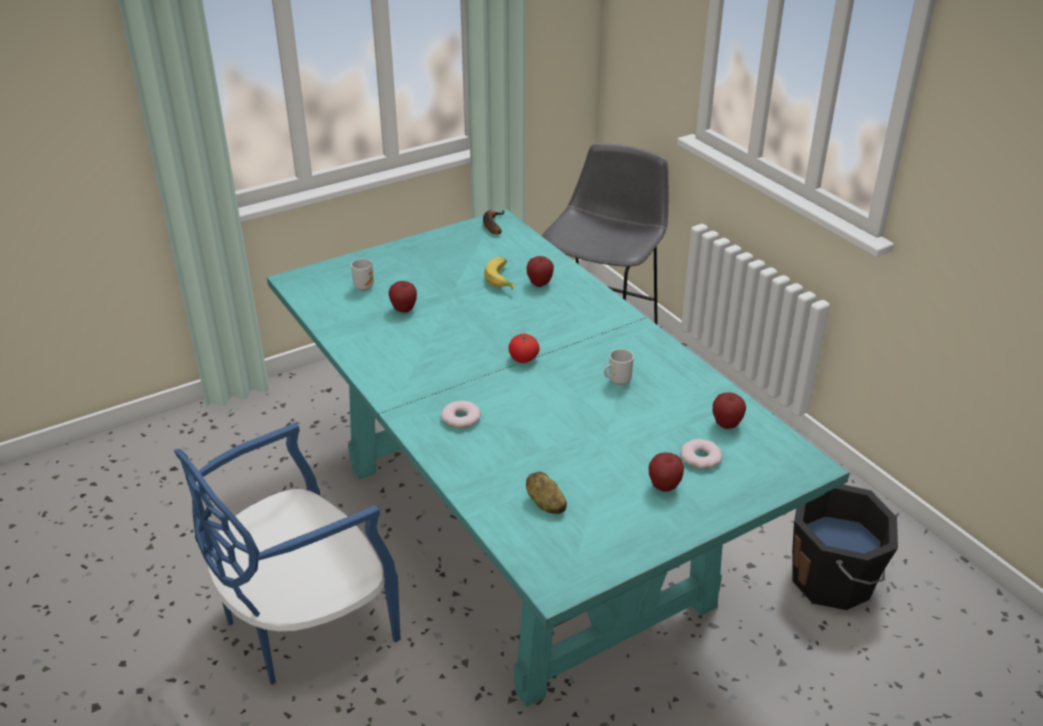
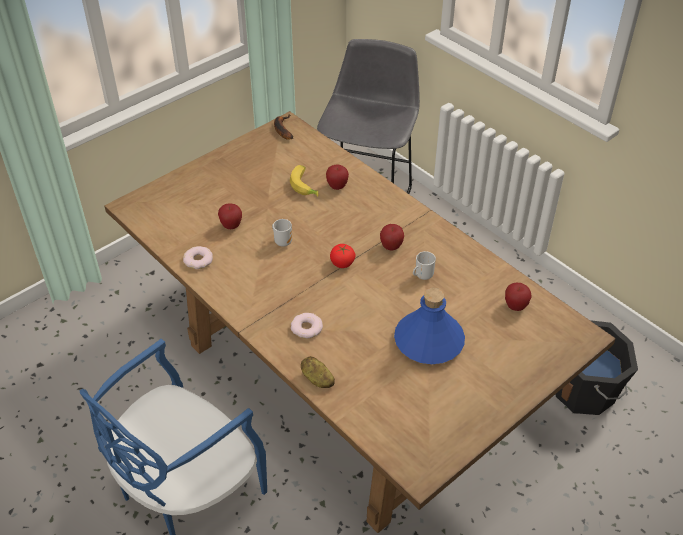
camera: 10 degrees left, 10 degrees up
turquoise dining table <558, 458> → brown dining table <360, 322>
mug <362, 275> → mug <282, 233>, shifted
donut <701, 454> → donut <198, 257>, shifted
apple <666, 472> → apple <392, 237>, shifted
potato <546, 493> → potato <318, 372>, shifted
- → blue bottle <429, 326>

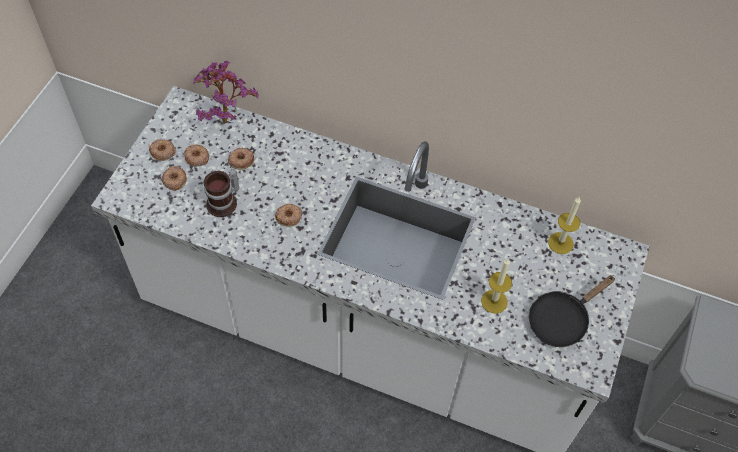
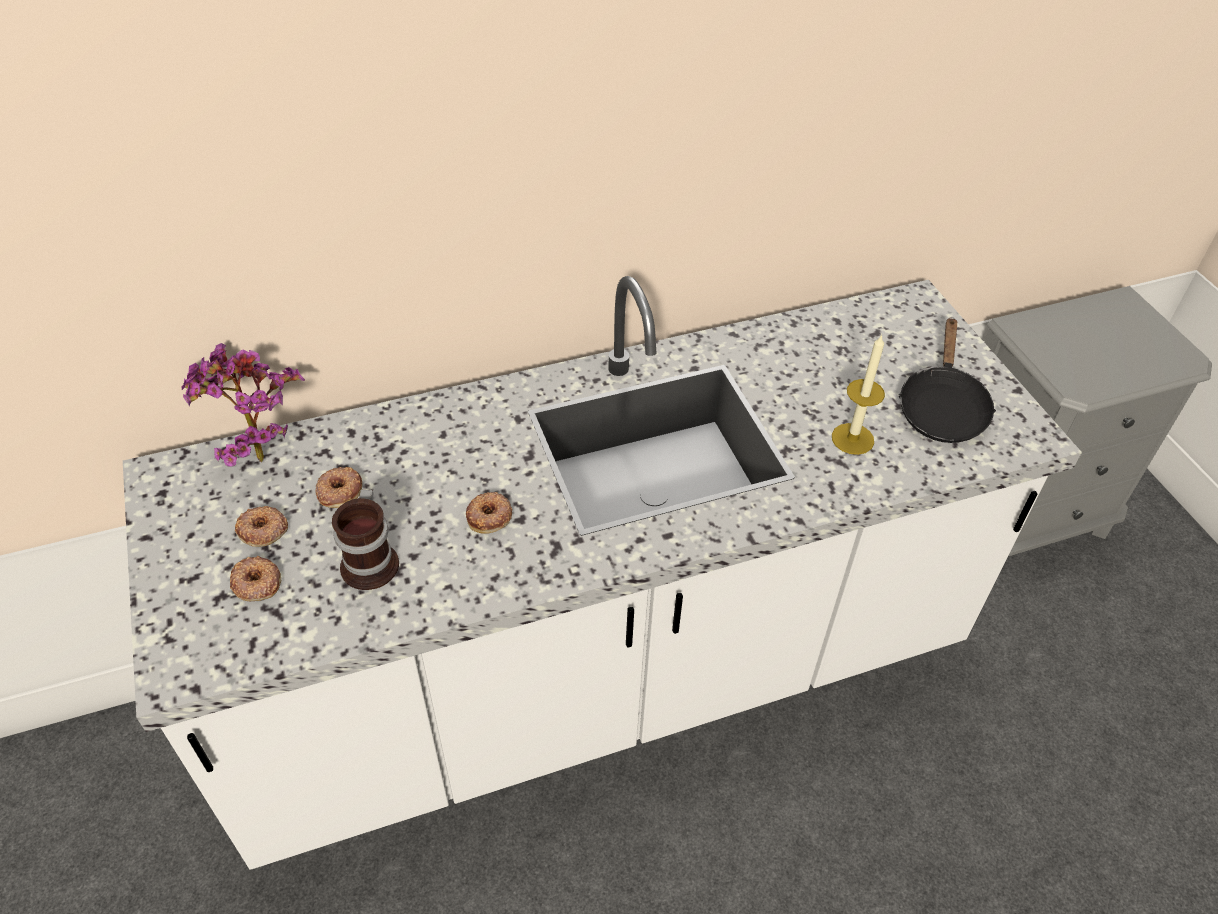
camera: 40 degrees left, 10 degrees down
donut <162, 150> → -
candle <564, 225> → -

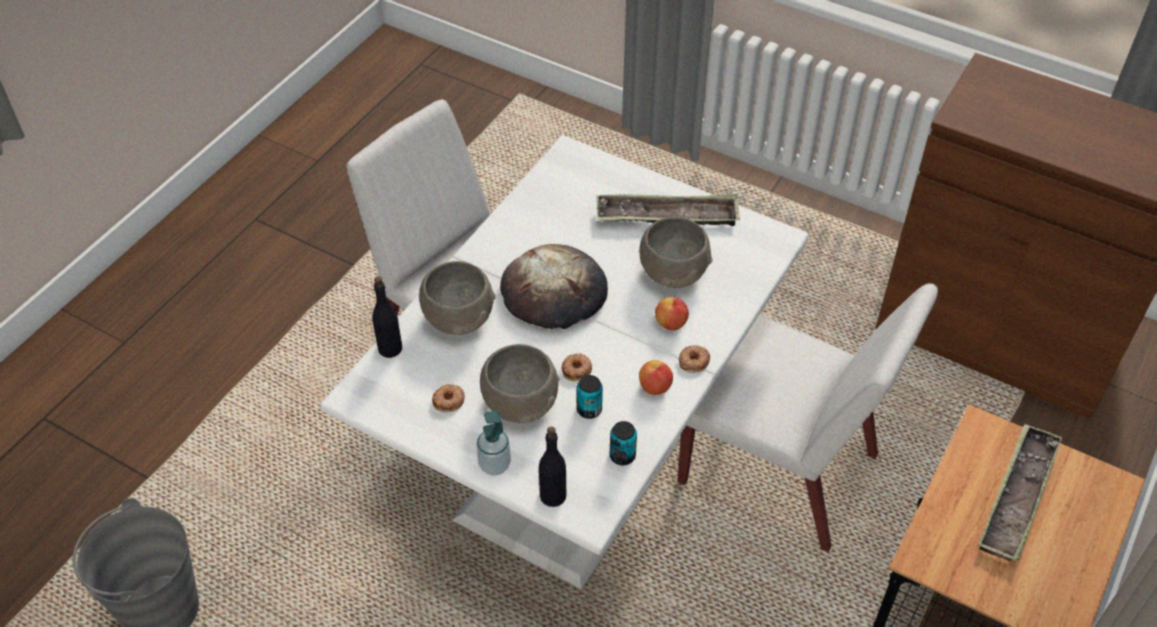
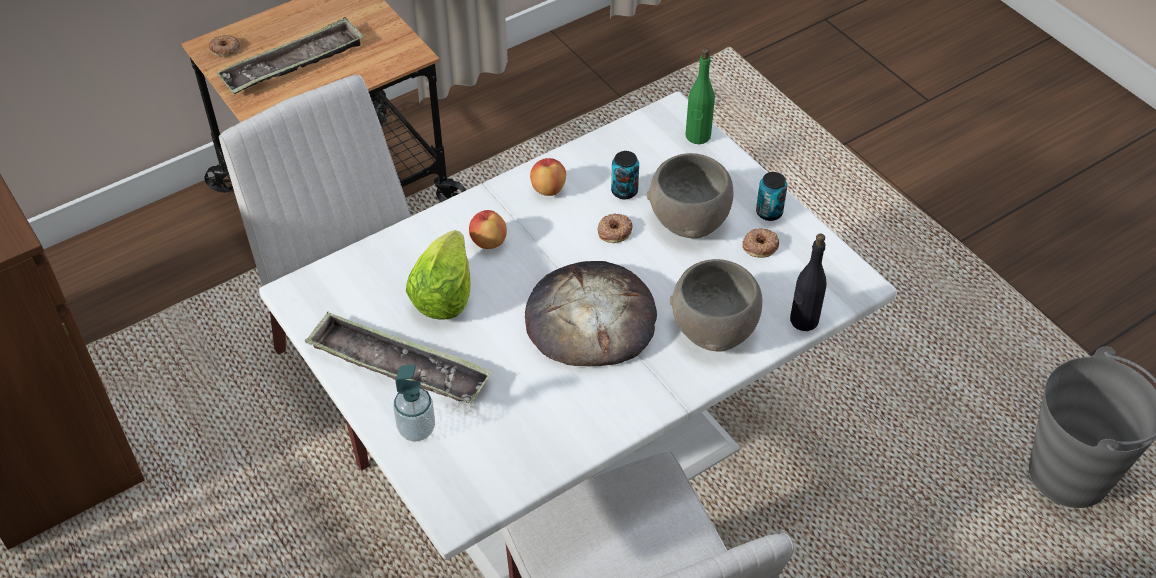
camera: 155 degrees left, 0 degrees up
grey bowl <676, 252> → lettuce <438, 275>
donut <694, 359> → donut <225, 46>, shifted
soap dispenser <493, 443> → soap dispenser <414, 402>, shifted
can <623, 443> → can <771, 196>, shifted
black bottle <552, 467> → green bottle <700, 96>

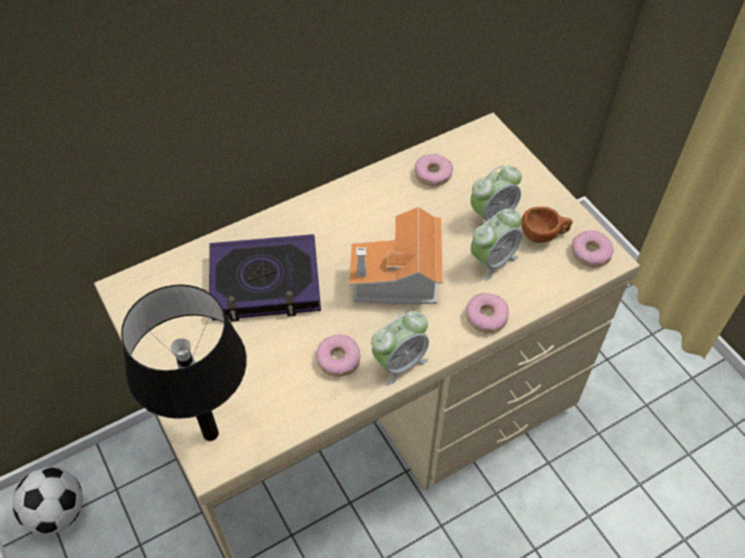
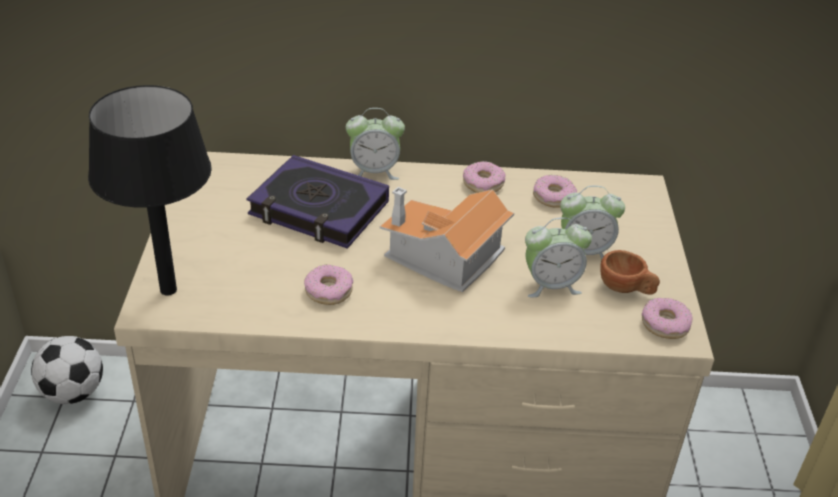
camera: 30 degrees right, 15 degrees down
donut <487, 313> → donut <484, 177>, shifted
alarm clock <400, 348> → alarm clock <375, 144>, shifted

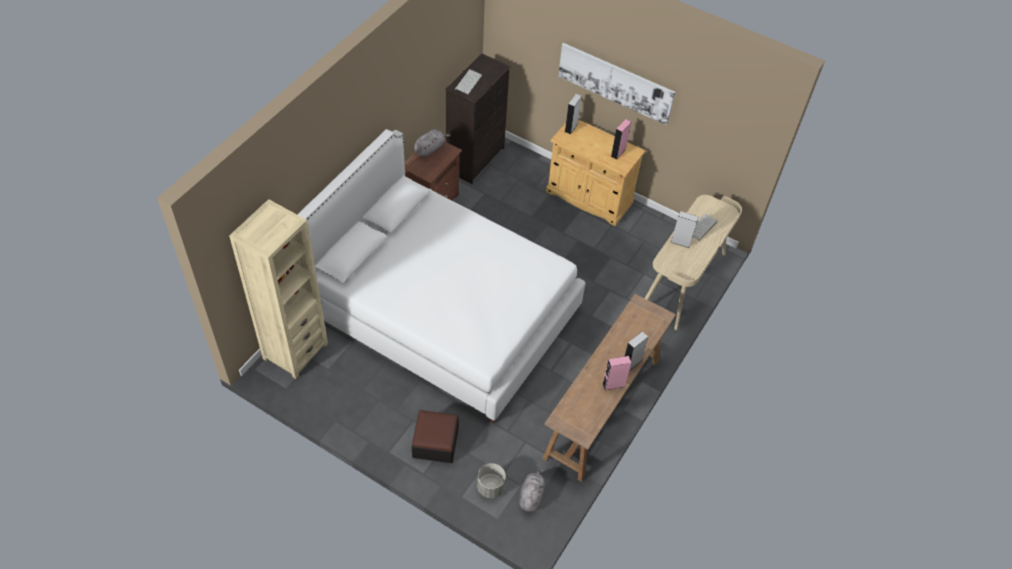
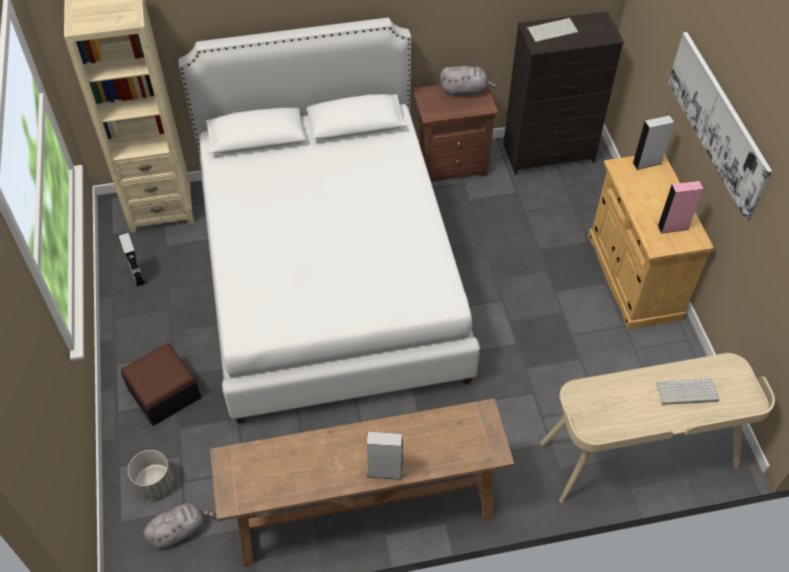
camera: 50 degrees right, 0 degrees up
grey speaker <684, 229> → grey speaker <132, 260>, shifted
pink speaker <616, 373> → -

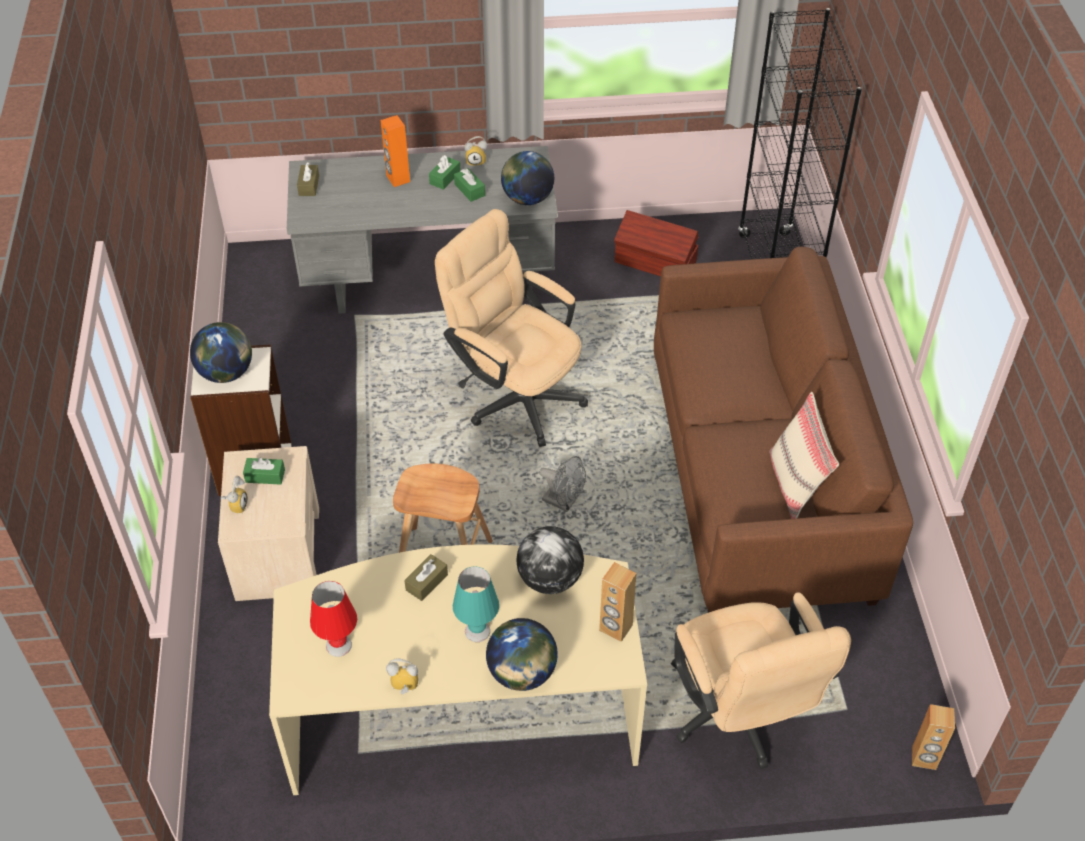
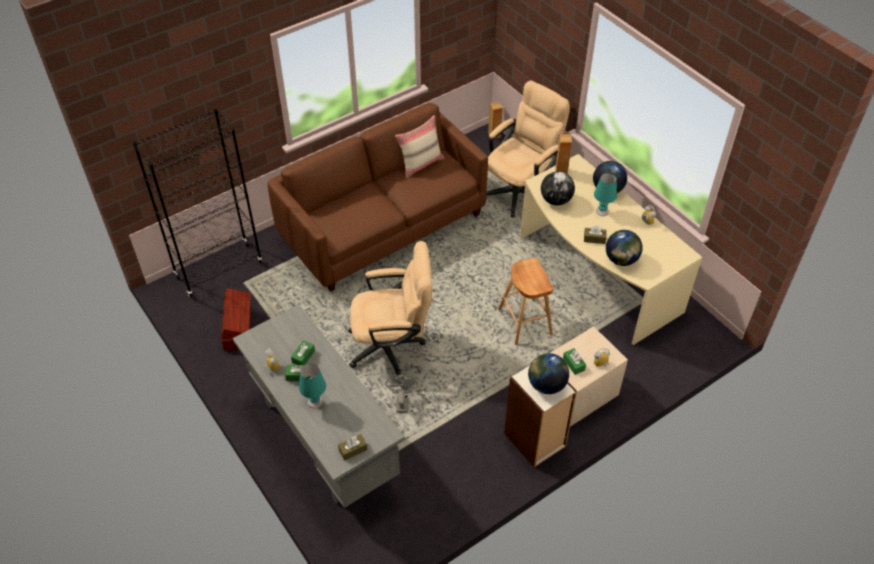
camera: 120 degrees left, 0 degrees up
orange speaker <395, 151> → turquoise table lamp <312, 385>
globe <527, 178> → globe <624, 248>, shifted
beige office chair <511, 328> → beige office chair <390, 308>, 105 degrees counterclockwise
grey fan <562, 484> → grey fan <401, 393>, shifted
red table lamp <333, 619> → -

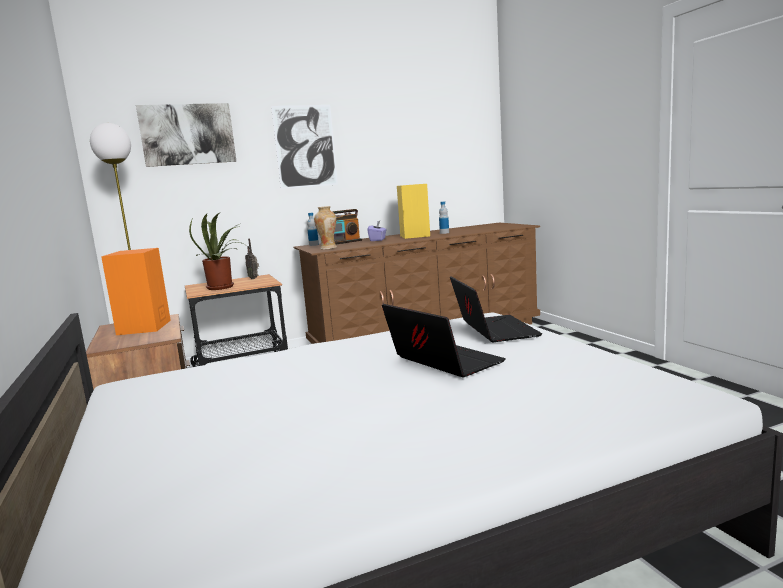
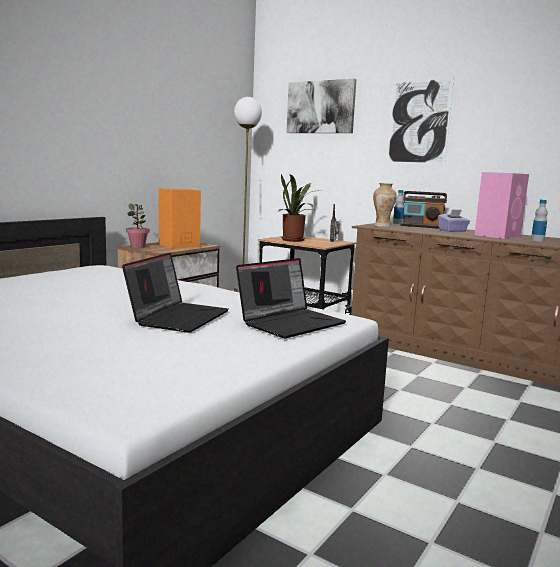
camera: 55 degrees right, 0 degrees up
yellow speaker <413, 211> → pink speaker <501, 205>
- → potted plant <138, 225>

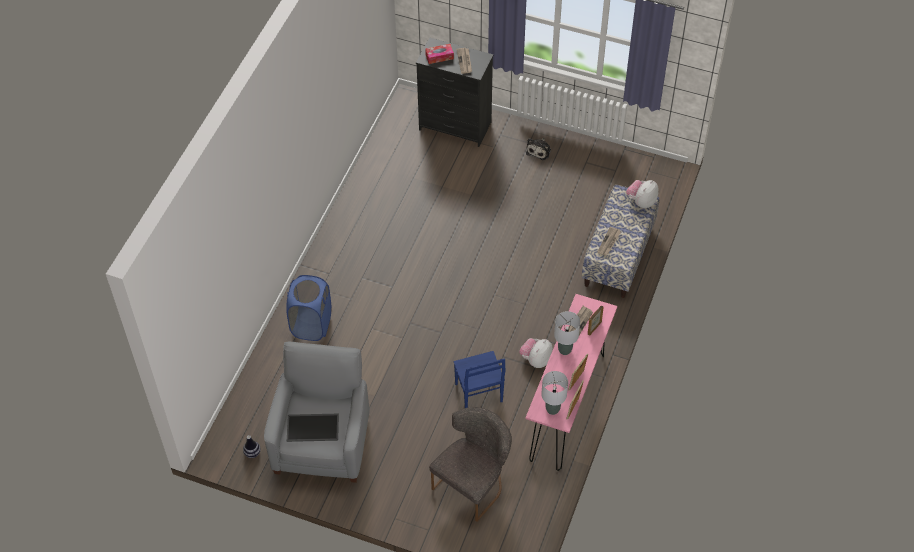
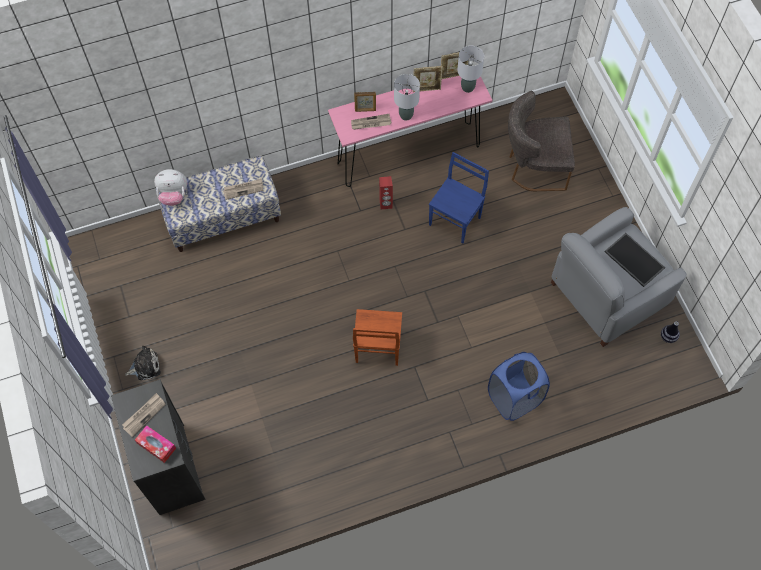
camera: 130 degrees left, 10 degrees up
plush toy <536, 353> → red speaker <386, 192>
- → brown chair <377, 337>

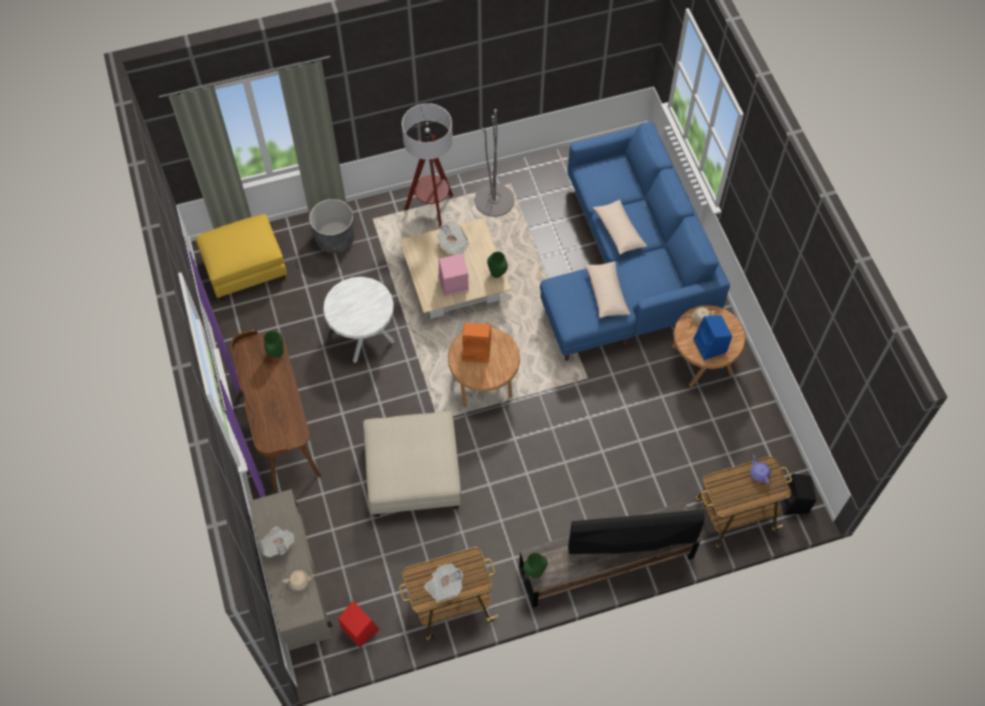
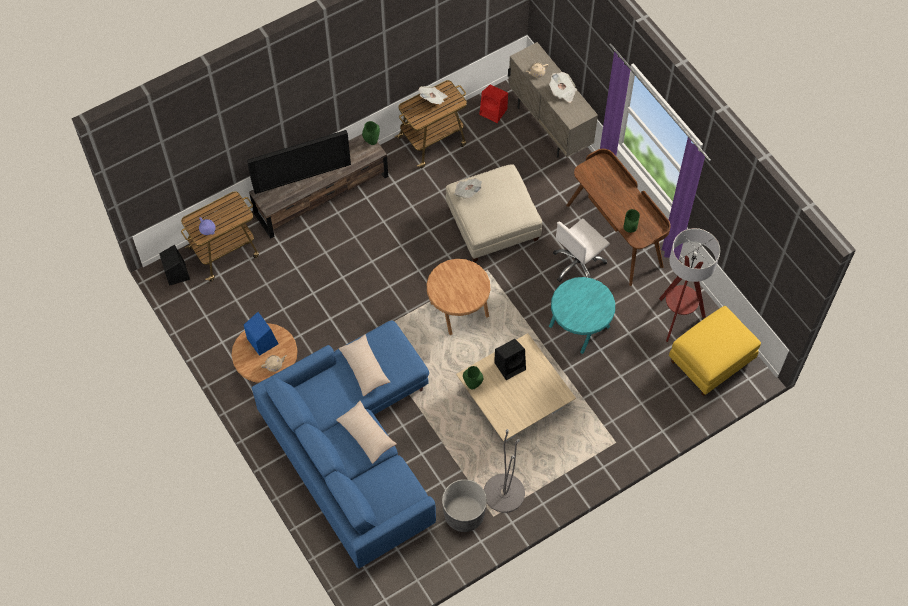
camera: 165 degrees right, 0 degrees up
floor lamp <427, 165> → floor lamp <689, 285>, shifted
grey planter <332, 226> → grey planter <464, 505>, shifted
newspaper <453, 239> → newspaper <468, 188>, shifted
pink speaker <454, 274> → black speaker <510, 359>
white side table <359, 320> → turquoise side table <582, 315>
orange speaker <476, 343> → -
- → white office chair <581, 250>

